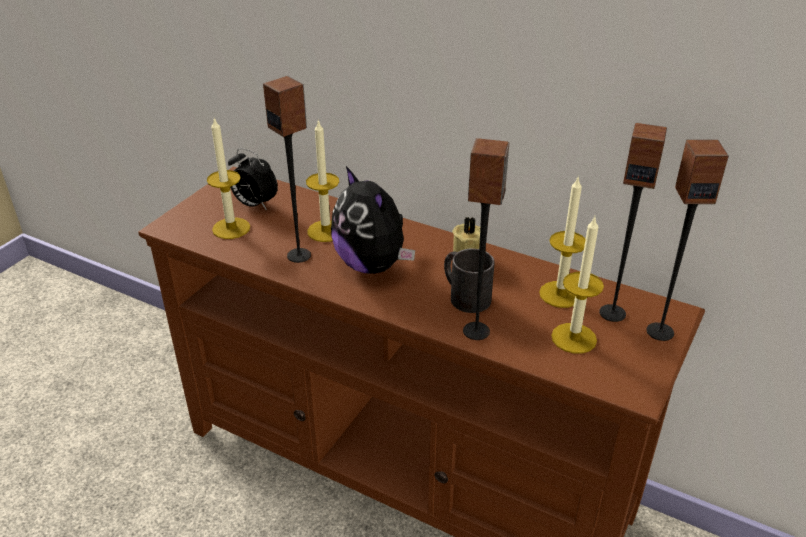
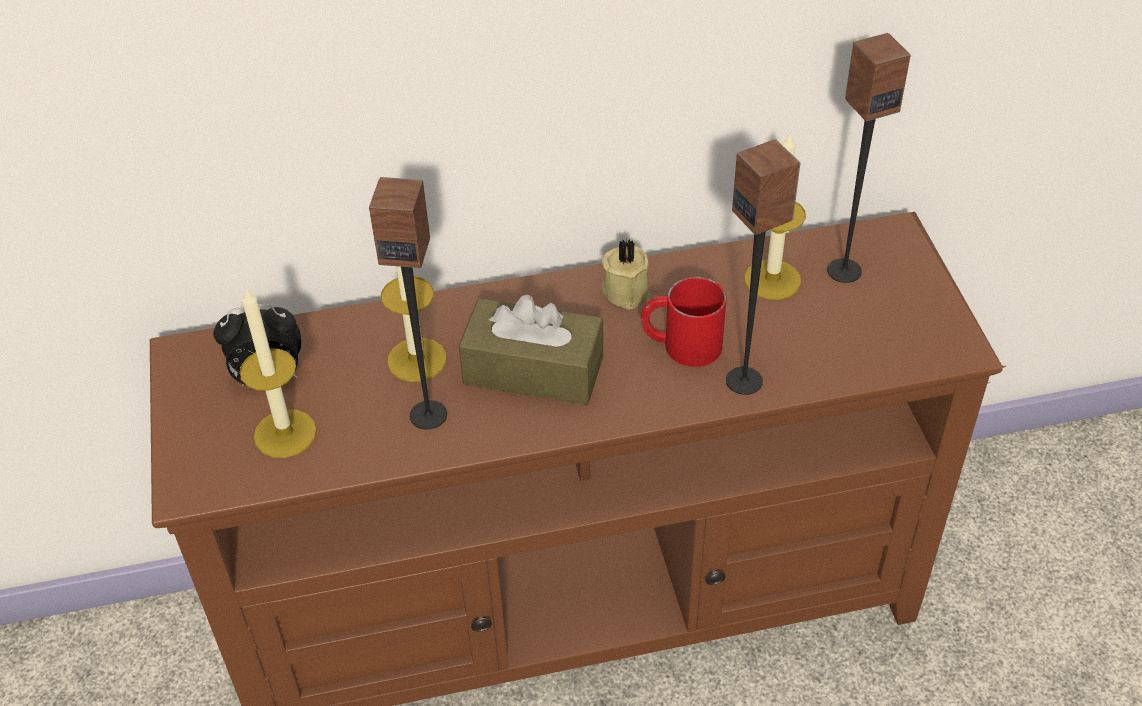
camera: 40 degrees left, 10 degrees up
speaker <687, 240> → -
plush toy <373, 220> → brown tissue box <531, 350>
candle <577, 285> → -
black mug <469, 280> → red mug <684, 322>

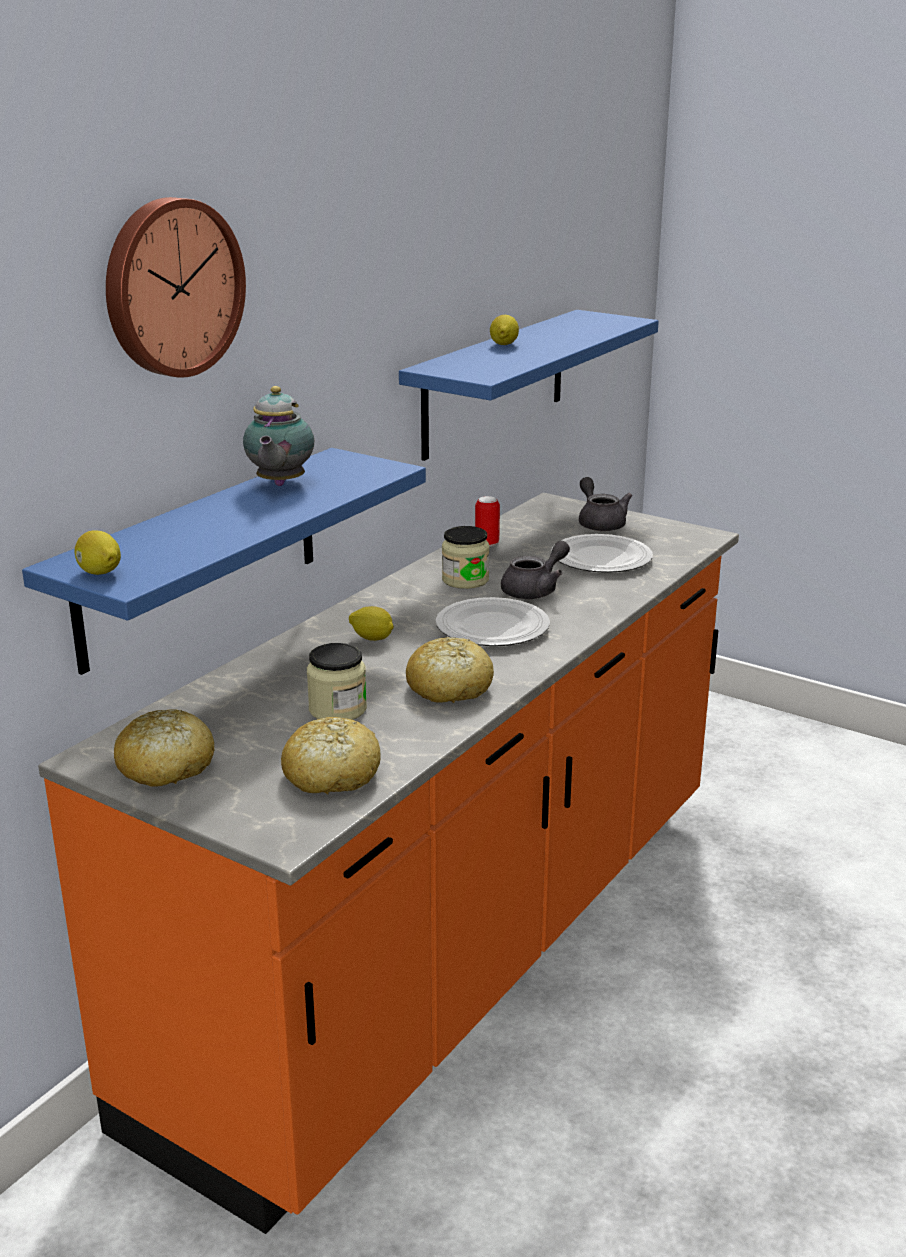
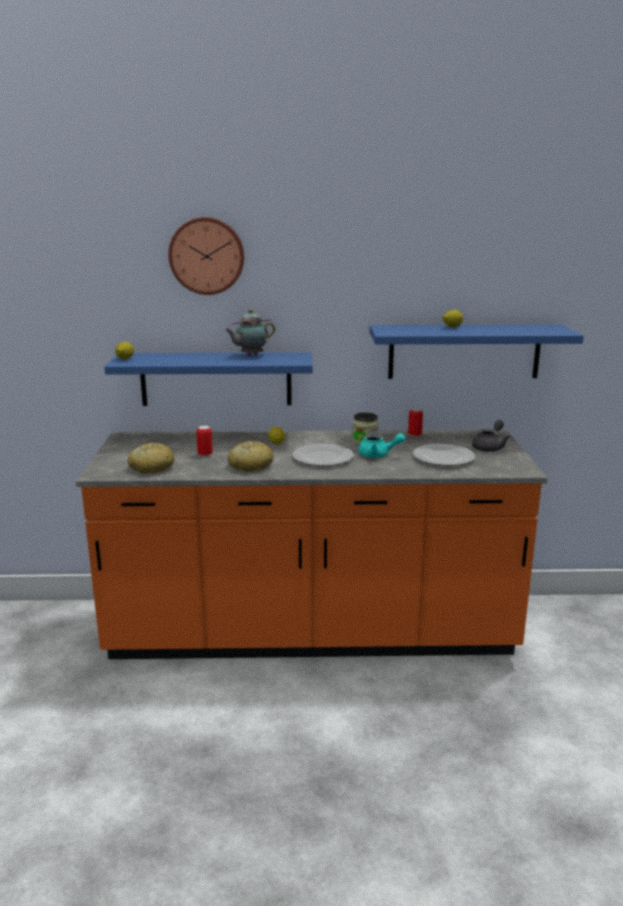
camera: 55 degrees right, 5 degrees down
grey teapot <535, 570> → turquoise teapot <381, 446>
jar <337, 681> → can <204, 441>
bread <164, 748> → -

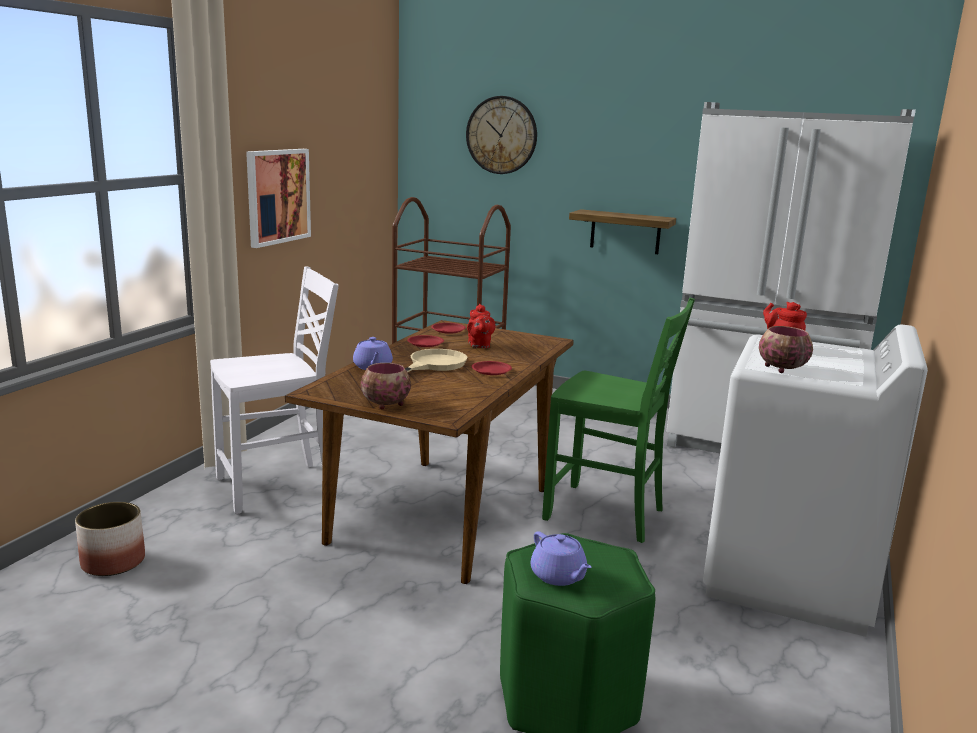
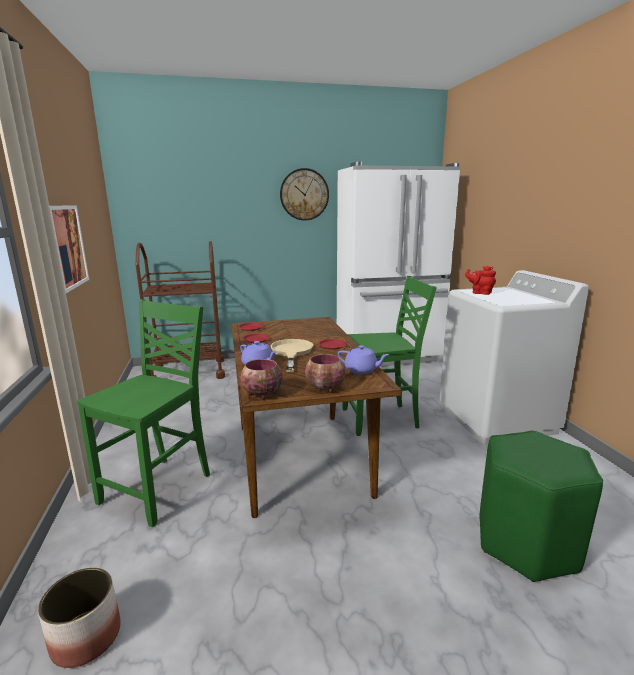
camera: 35 degrees left, 0 degrees up
wall clock <501, 135> → wall clock <304, 194>, shifted
shelf <622, 231> → -
white chair <274, 390> → green chair <143, 413>
red teapot <481, 326> → -
bowl <786, 349> → bowl <261, 379>, shifted
purple teapot <561, 558> → purple teapot <363, 359>, shifted

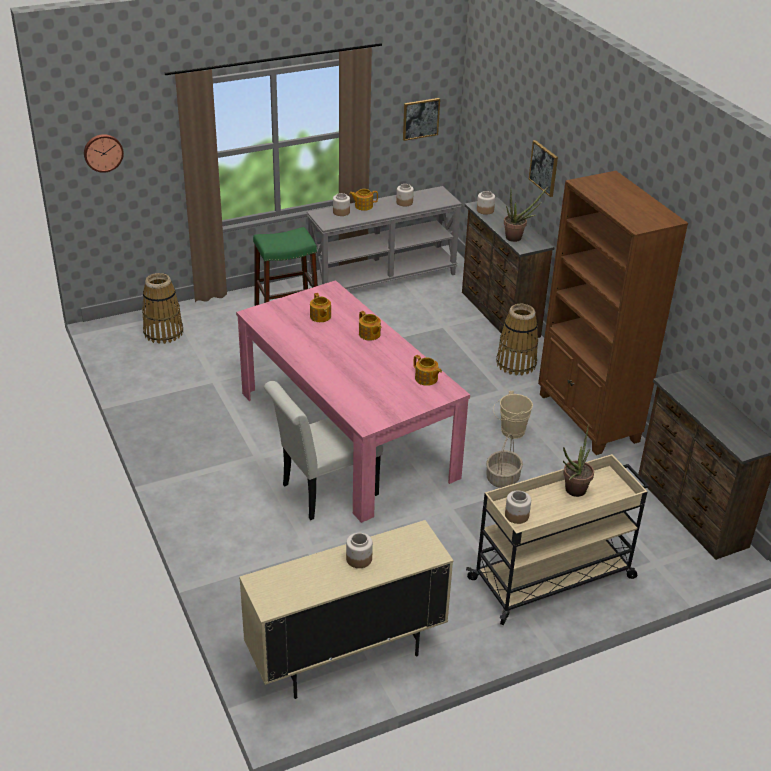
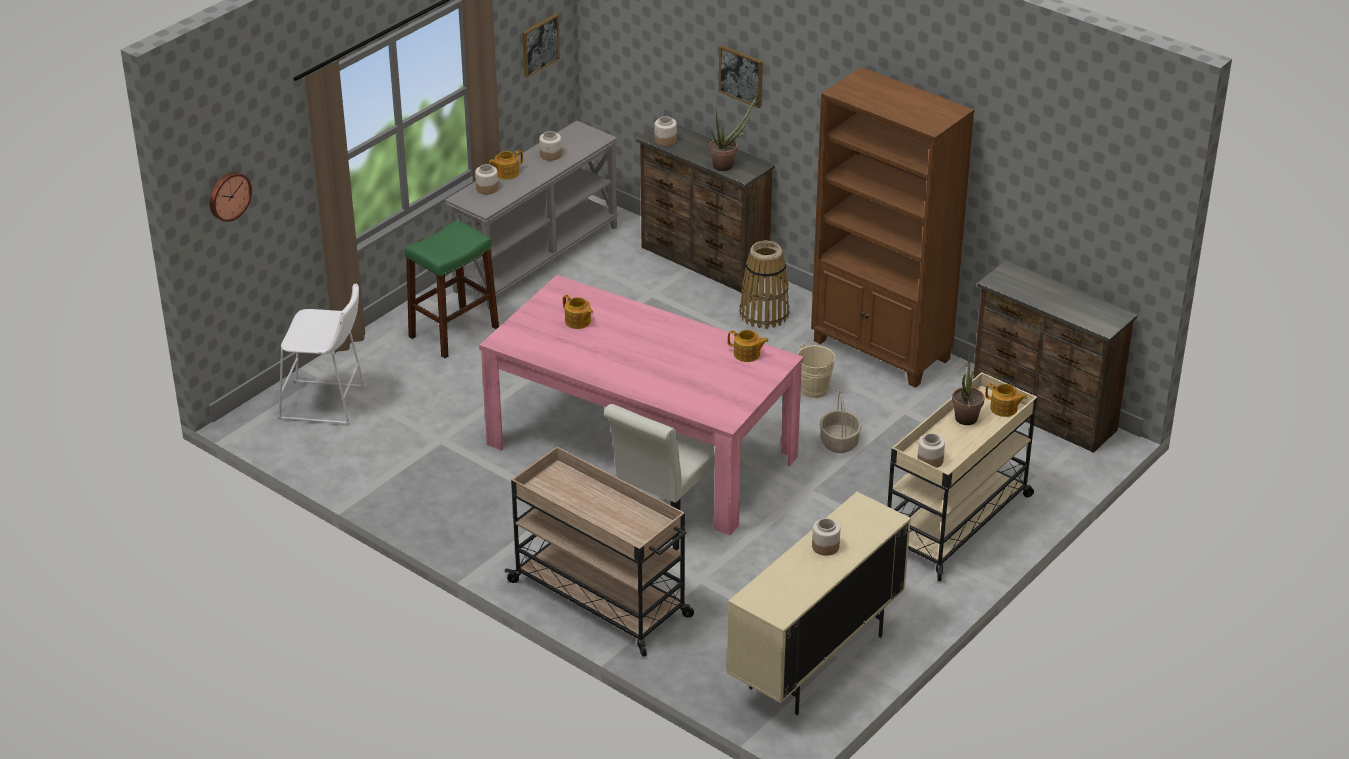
camera: 25 degrees left, 0 degrees up
basket <162, 308> → white stool <322, 354>
teapot <370, 326> → teapot <1006, 400>, shifted
- → beige cart <599, 552>

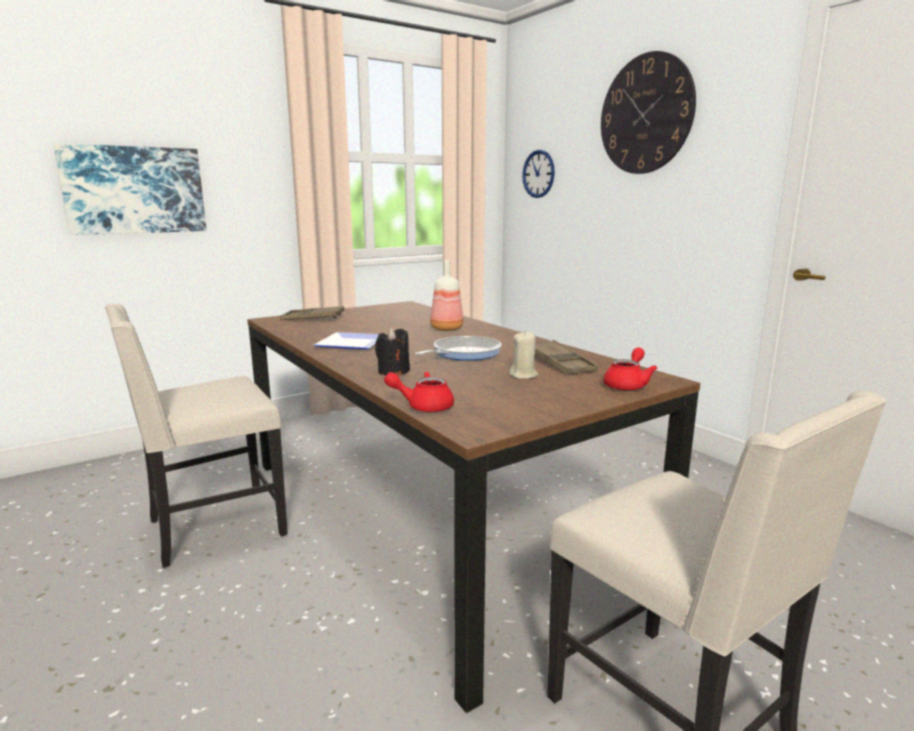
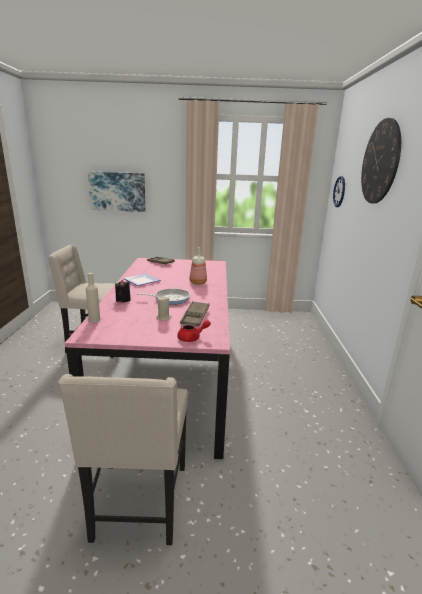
camera: 35 degrees right, 5 degrees up
brown dining table <473, 507> → pink dining table <147, 358>
red teapot <419, 392> → beige bottle <93, 297>

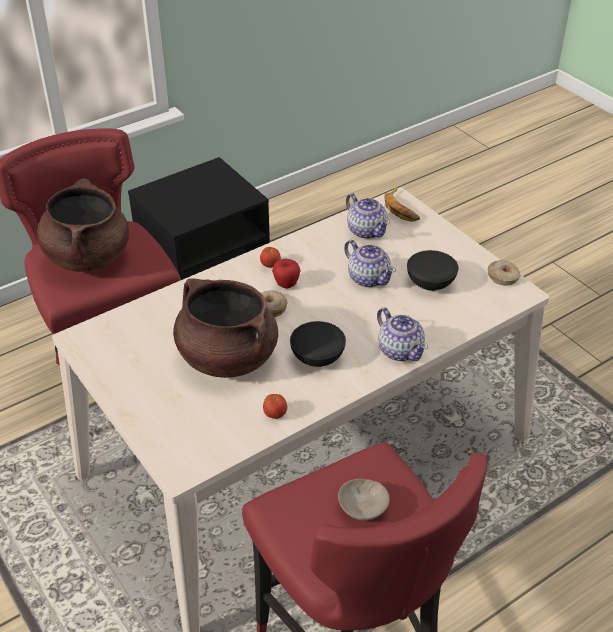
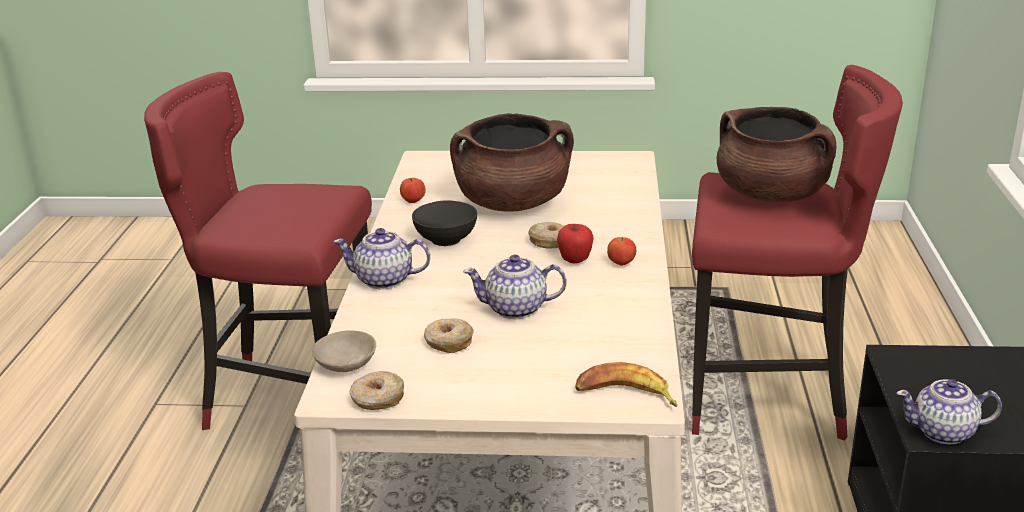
camera: 130 degrees right, 15 degrees down
teapot <368, 216> → teapot <949, 411>, shifted
black bowl <433, 270> → donut <449, 336>
beige bowl <364, 500> → beige bowl <344, 351>, shifted

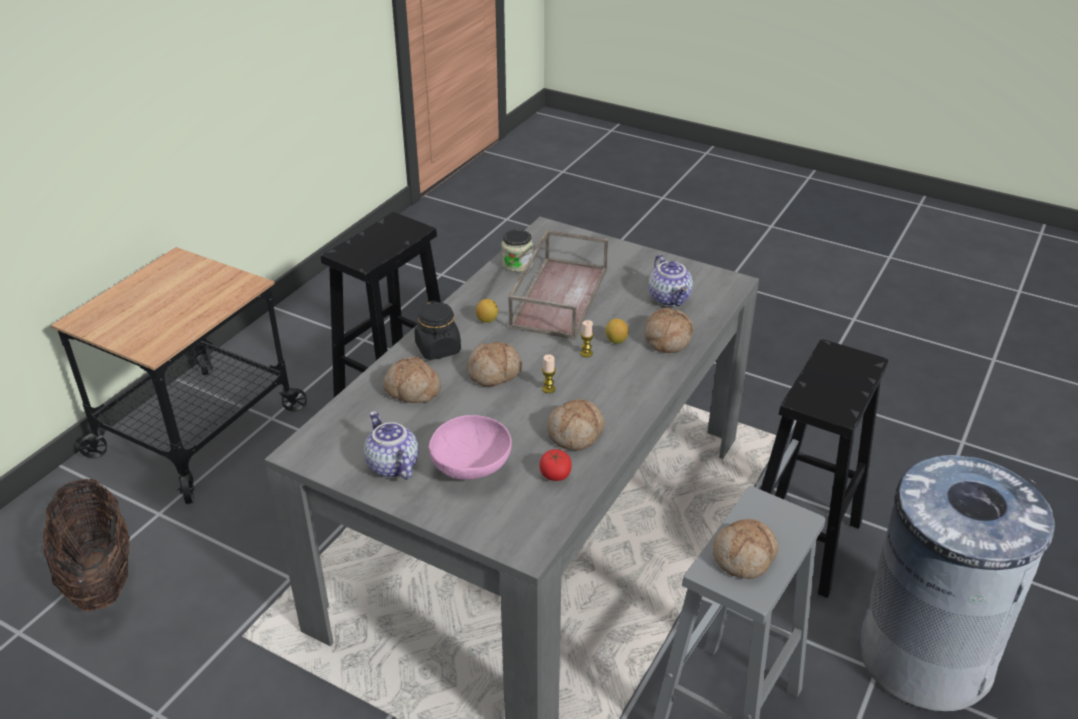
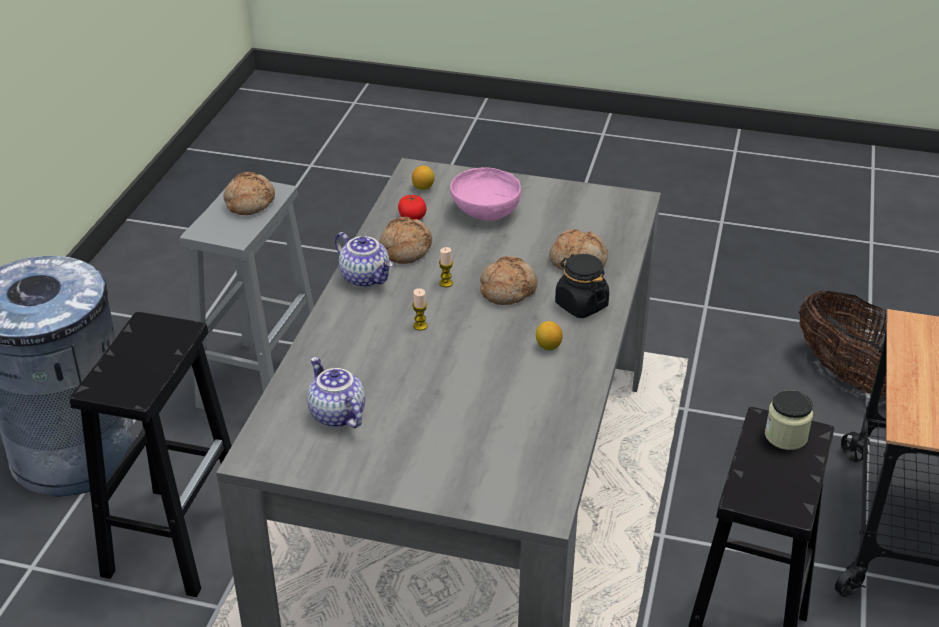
camera: 165 degrees right, 0 degrees up
jar <517, 250> → jar <789, 420>, shifted
brown tray <558, 285> → -
bread <668, 330> → -
lemon <616, 331> → lemon <423, 178>, shifted
teapot <391, 445> → teapot <364, 260>, shifted

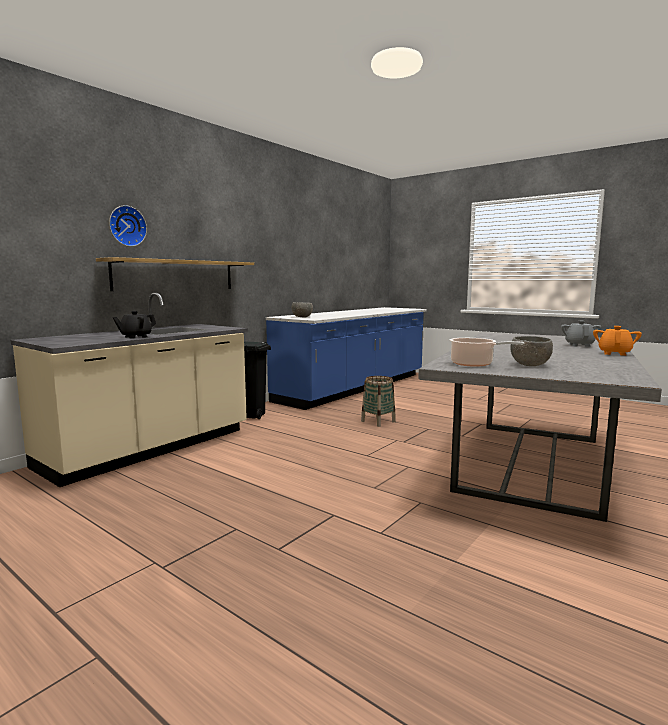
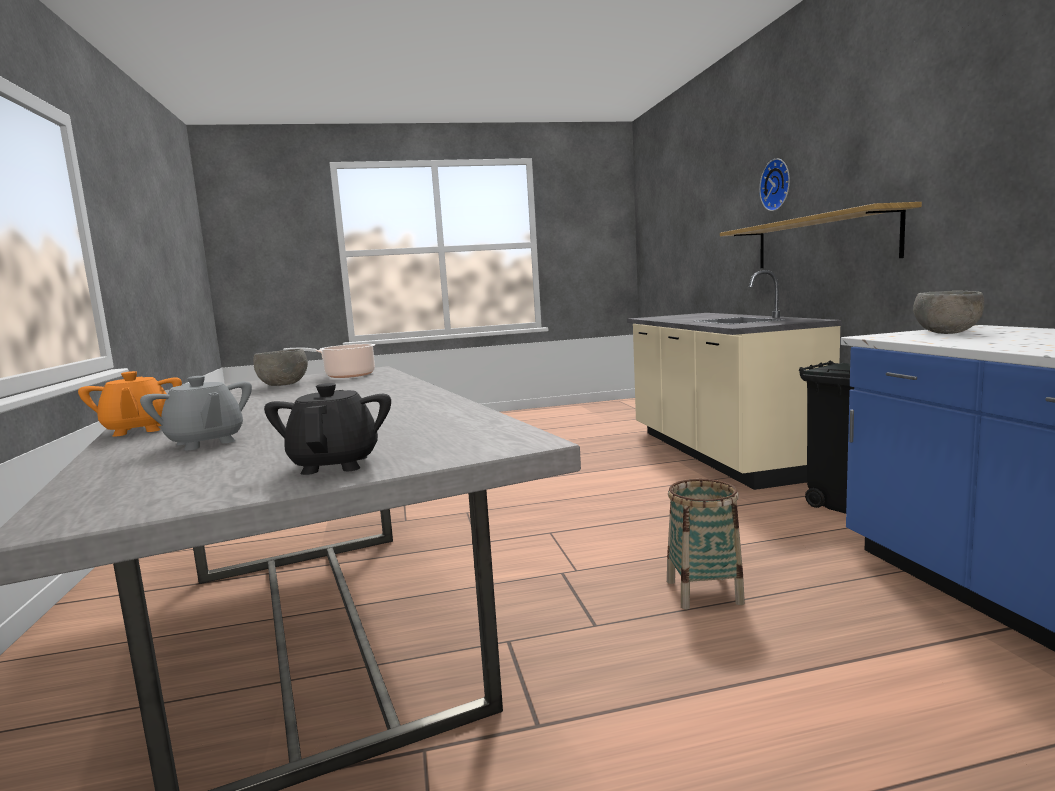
camera: 130 degrees right, 0 degrees up
black teapot <134, 325> → black teapot <327, 429>, shifted

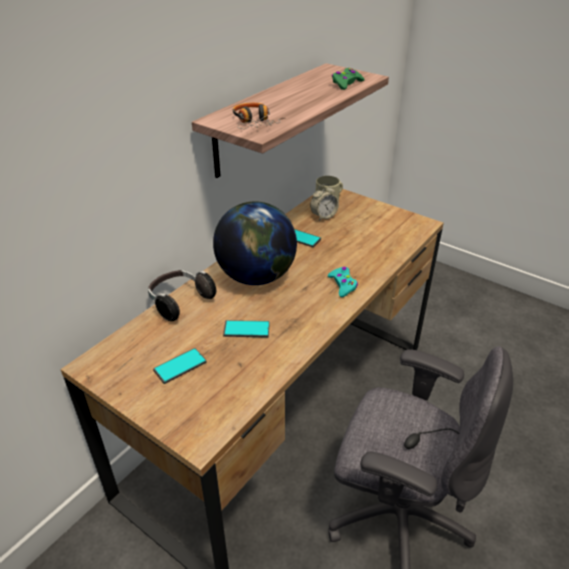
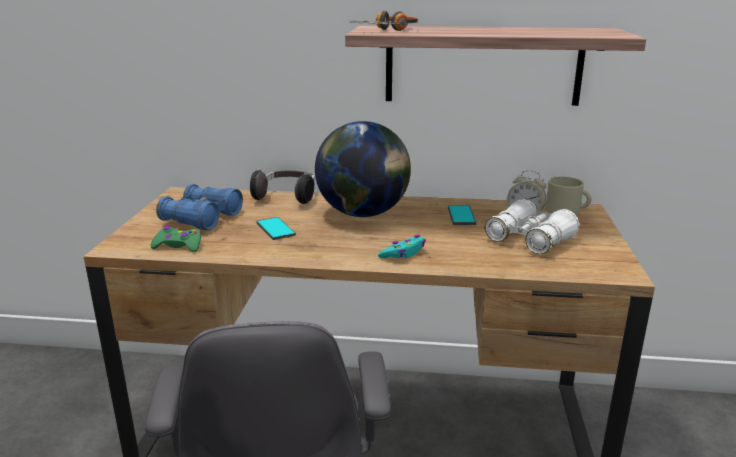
camera: 60 degrees right, 15 degrees down
green game controller <348, 79> → green game controller <175, 239>, shifted
phone <180, 366> → blue binoculars <199, 207>
- → white binoculars <532, 226>

